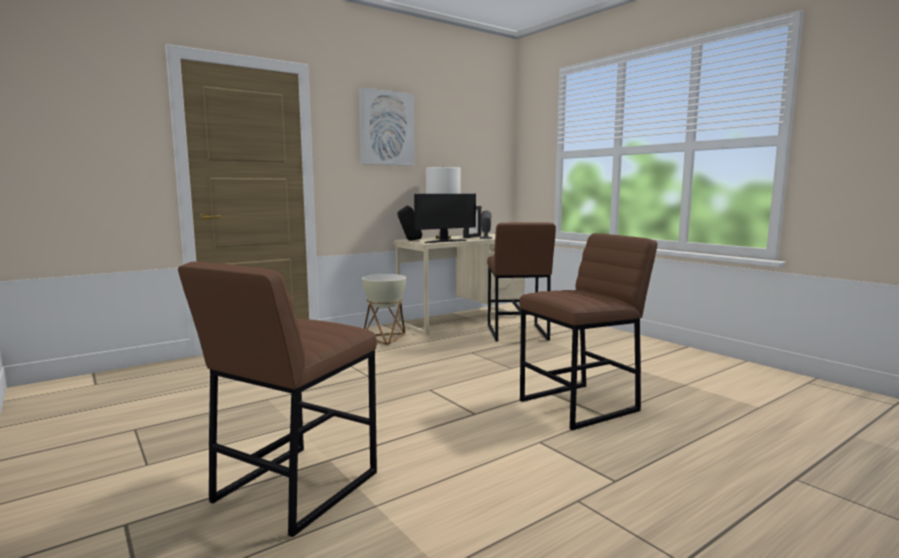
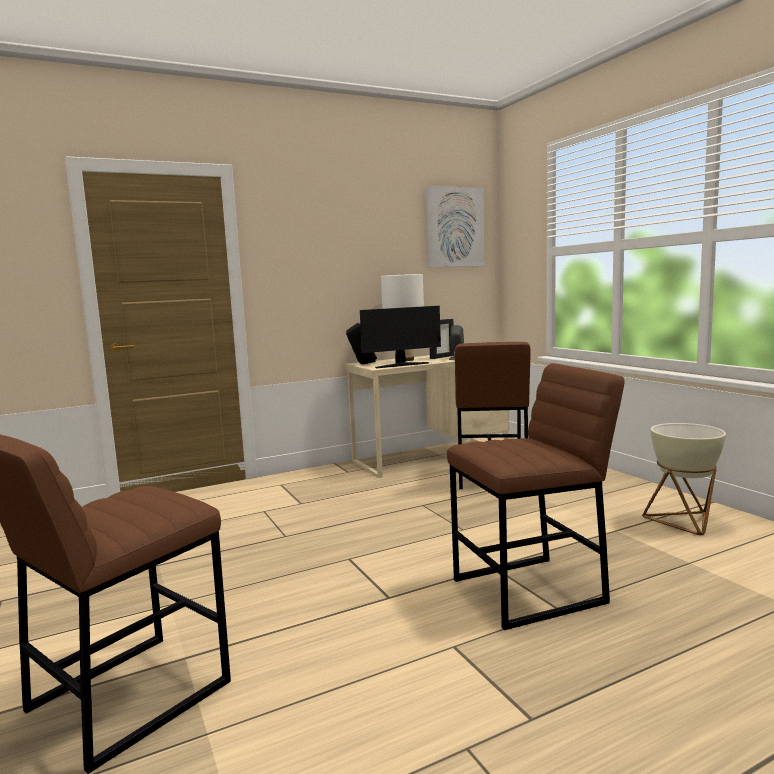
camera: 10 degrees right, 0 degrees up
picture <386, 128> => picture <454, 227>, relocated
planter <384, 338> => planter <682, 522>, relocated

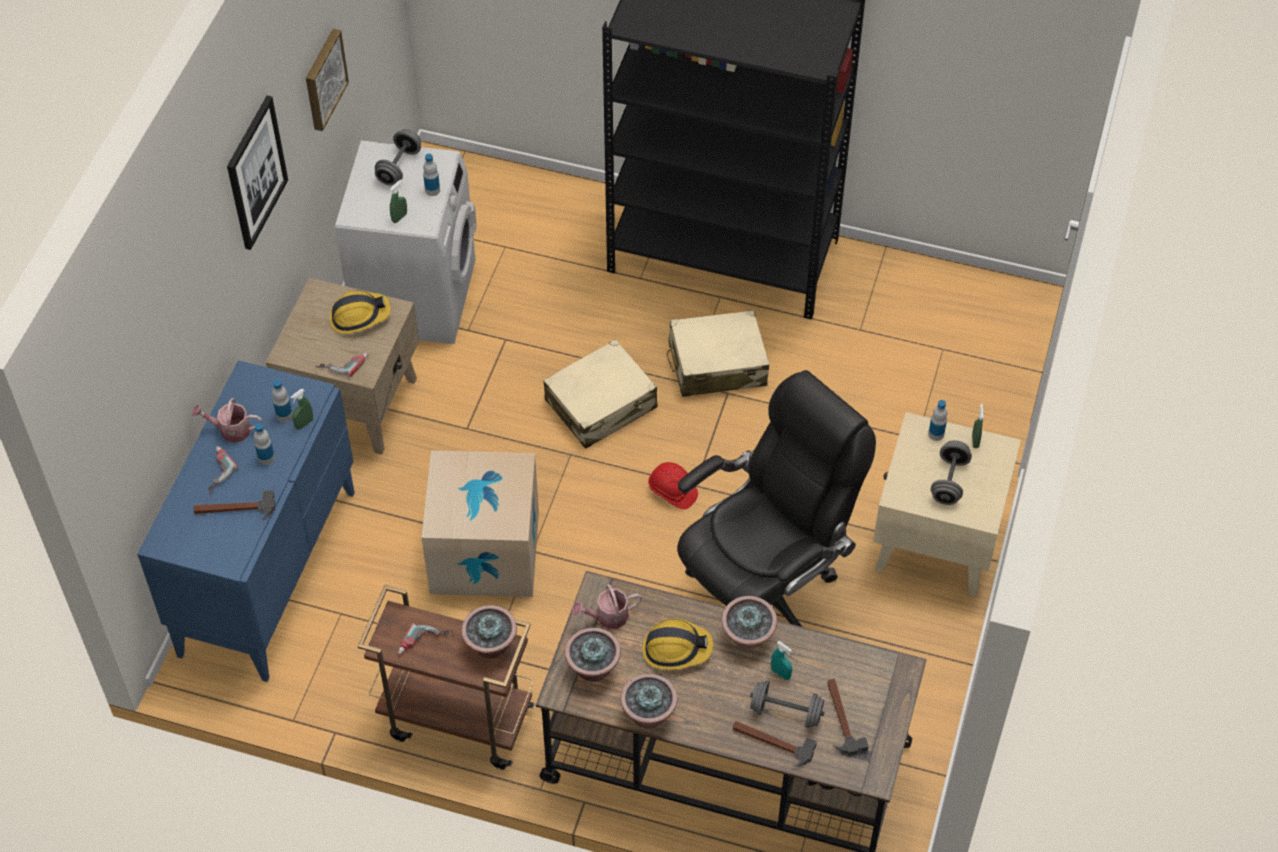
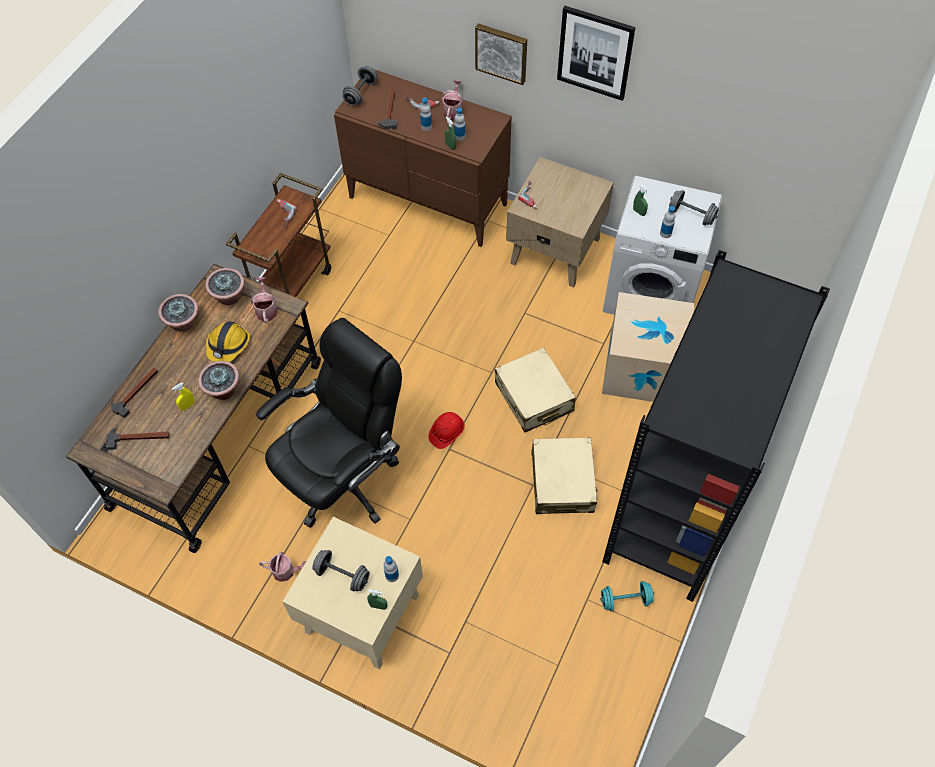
camera: 100 degrees right, 5 degrees up
hard hat <359, 316> => nothing
potted plant <490, 646> => nothing
nothing => watering can <286, 571>
nothing => turquoise dumbbell <625, 600>
picture <323, 79> => picture <502, 52>, relocated
cardboard box <485, 552> => cardboard box <642, 368>, relocated
grey dumbbell <786, 712> => grey dumbbell <361, 93>, relocated
blue cabinet <269, 572> => brown cabinet <428, 201>
turquoise spray bottle <780, 673> => yellow spray bottle <188, 406>
black office chair <763, 593> => black office chair <345, 479>, 105 degrees counterclockwise

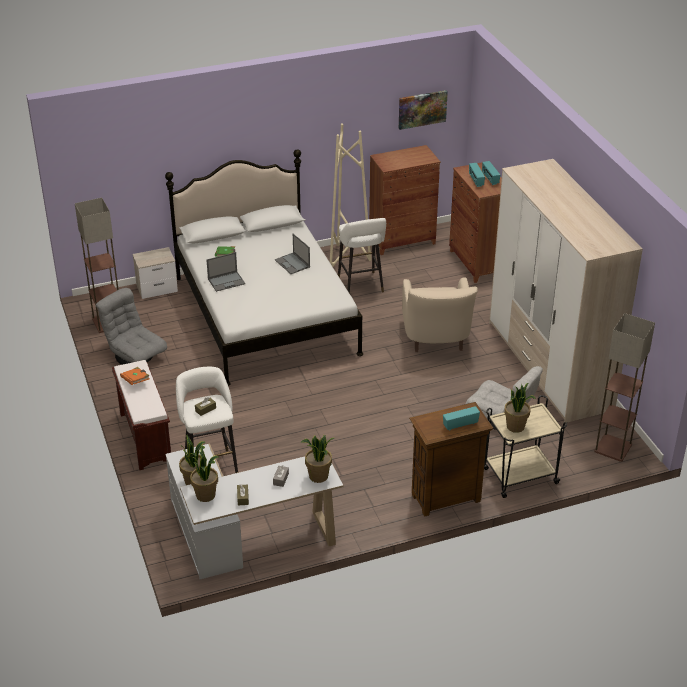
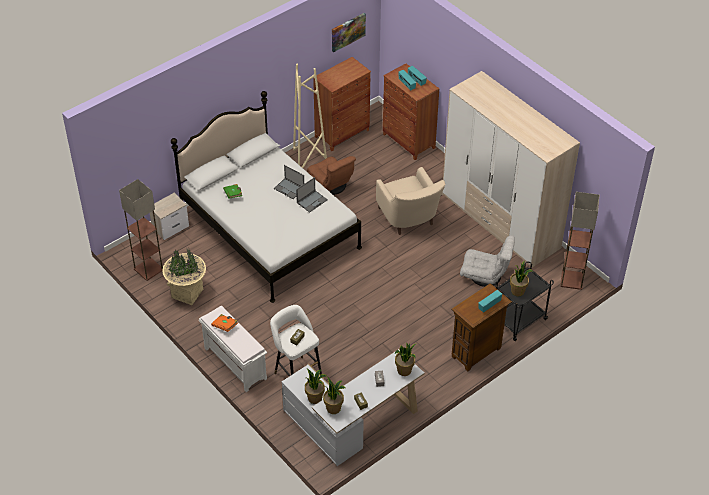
camera: 20 degrees left, 10 degrees up
laptop <227, 281> => laptop <312, 201>, relocated
grey armchair <135, 355> => beige planter <187, 293>
white stool <361, 286> => brown armchair <331, 185>
brown bench <145, 437> => white bench <234, 363>
beige cart <519, 476> => black cart <518, 321>

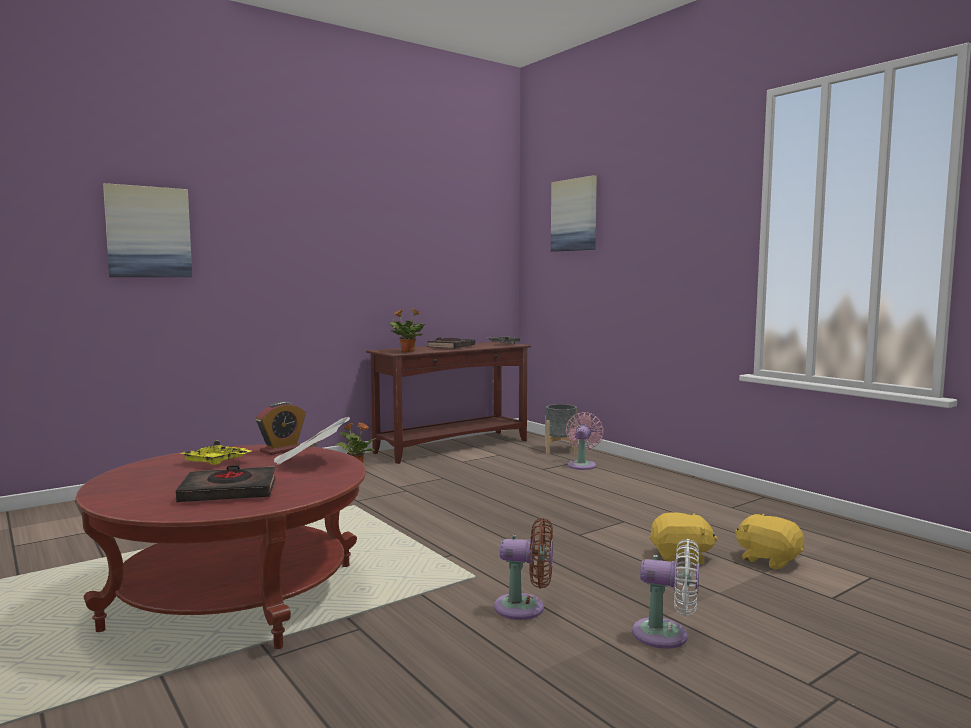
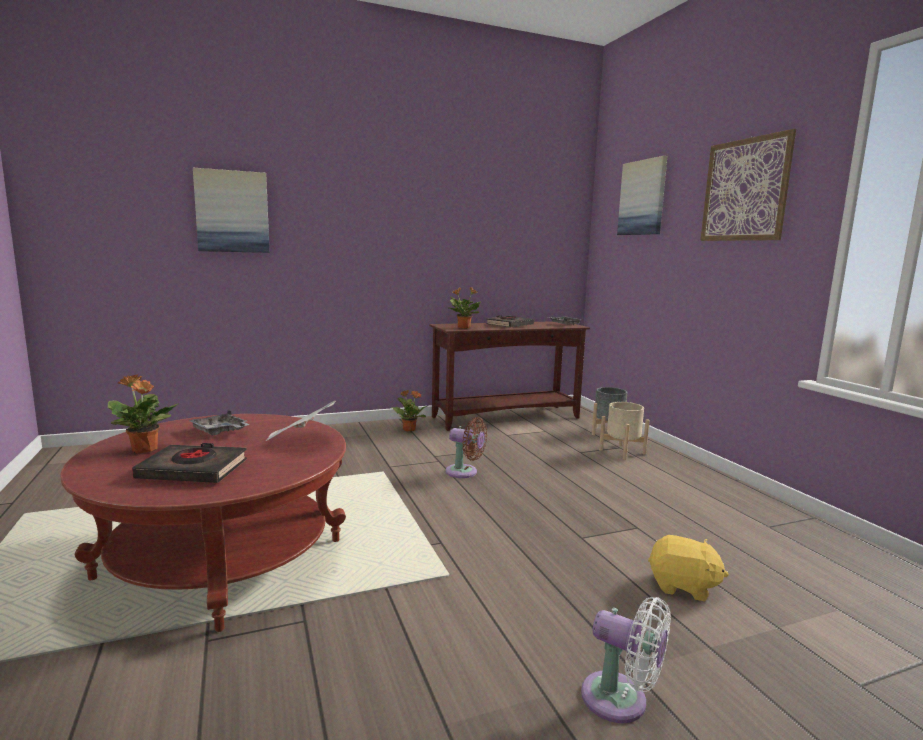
camera: 15 degrees right, 5 degrees up
alarm clock <282, 450> => nothing
yellow plush toy <768, 560> => nothing
nothing => potted plant <145, 450>
nothing => picture <745, 189>
brown fan <525, 608> => brown fan <464, 472>, relocated
pink fan <582, 465> => beige planter <622, 452>
yellow tray <216, 462> => grey tray <220, 431>

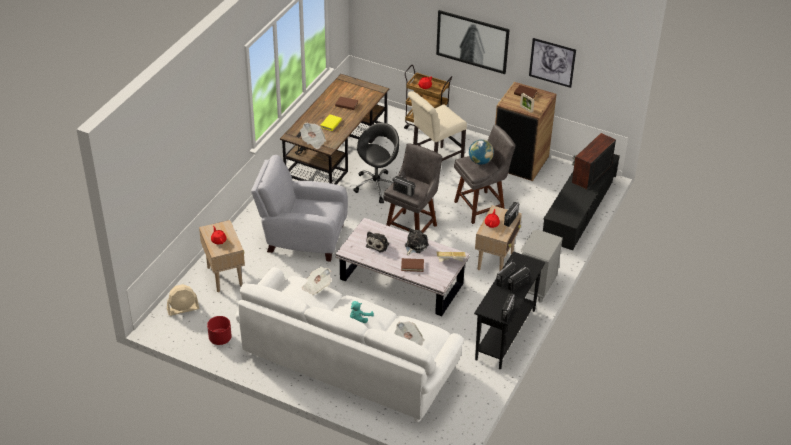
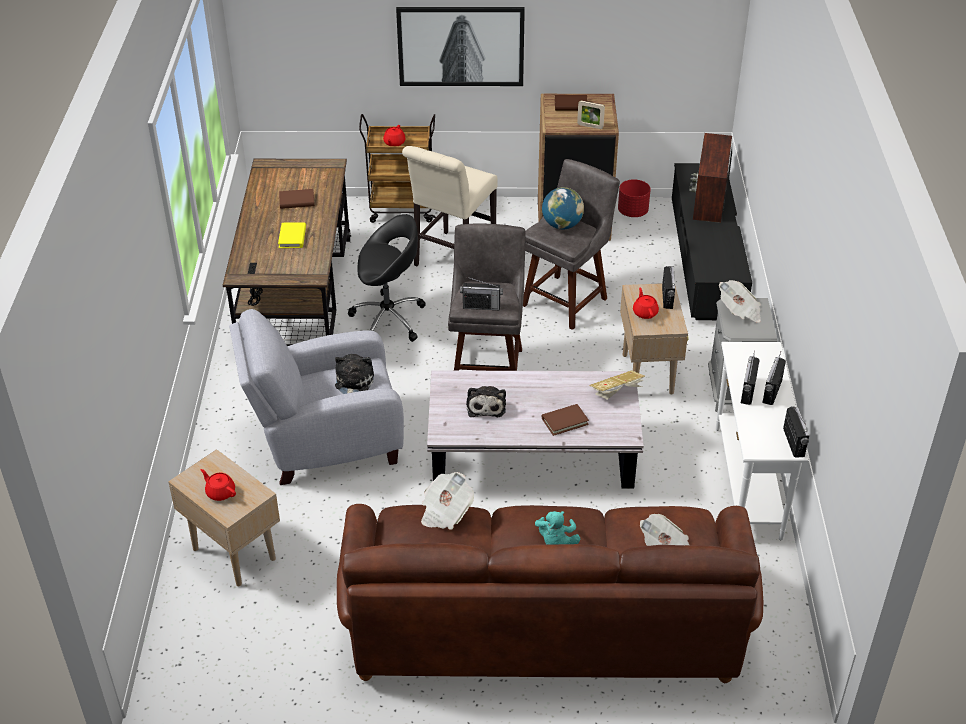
camera: 25 degrees left, 0 degrees up
beige fan <183, 309> => nothing
picture <552, 62> => nothing
red planter <220, 339> => red planter <632, 212>, relocated
newspaper <313, 141> => newspaper <739, 311>, relocated
plush toy <415, 246> => plush toy <353, 383>, relocated
white sofa <349, 361> => brown sofa <545, 621>
black console table <506, 335> => white console table <749, 483>
black office chair <377, 186> => black office chair <390, 319>, 60 degrees clockwise

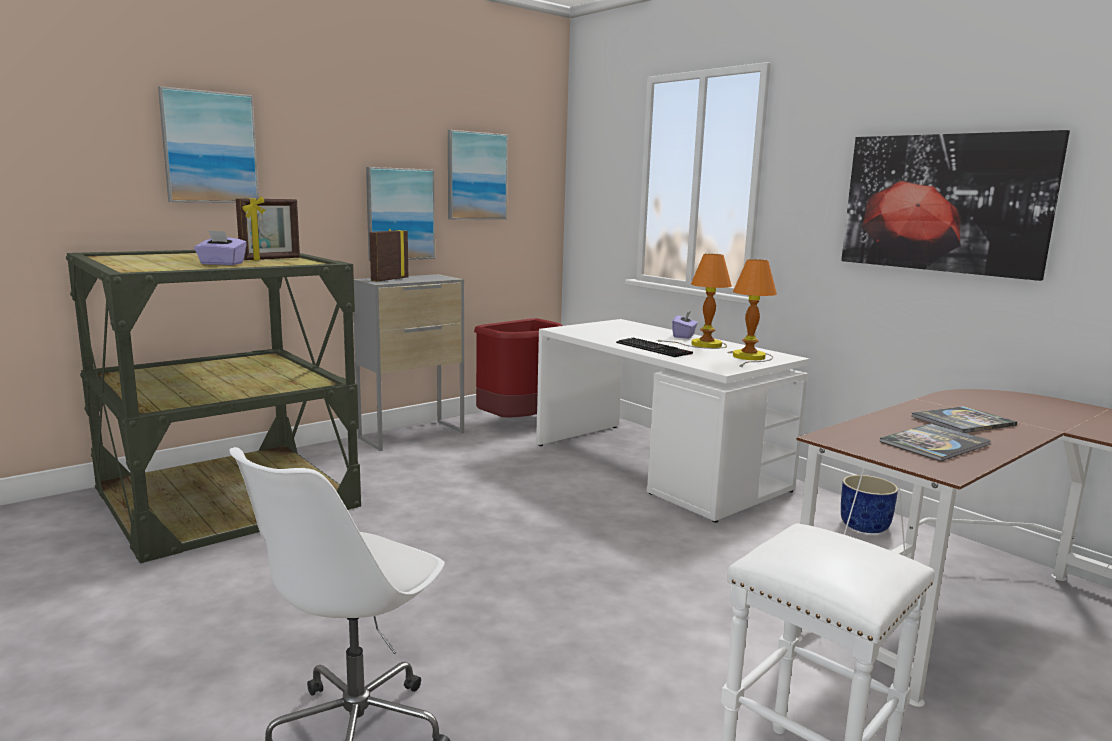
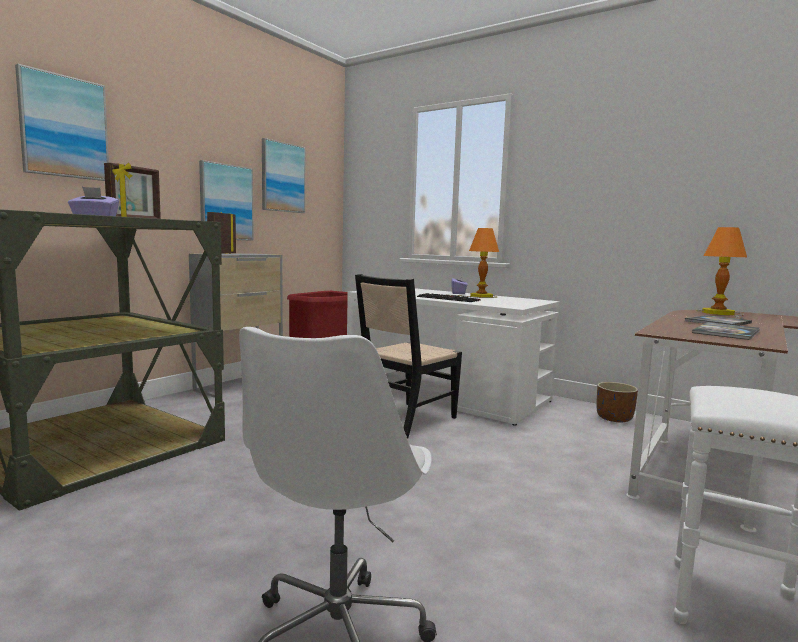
camera: 15 degrees left, 5 degrees down
picture <944, 203> => nothing
nothing => chair <406, 420>
table lamp <750, 357> => table lamp <721, 313>, relocated
blue planter <865, 526> => brown planter <615, 418>

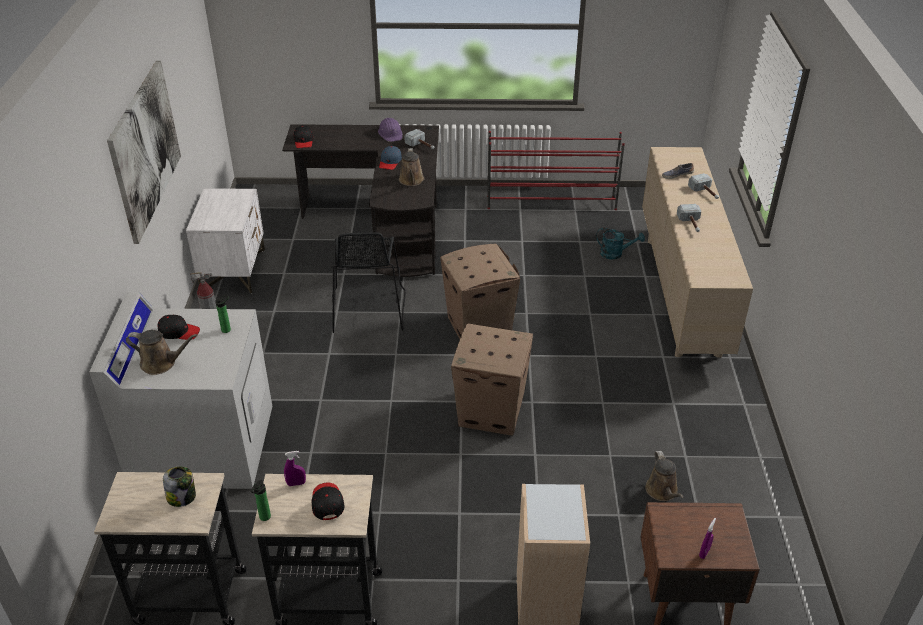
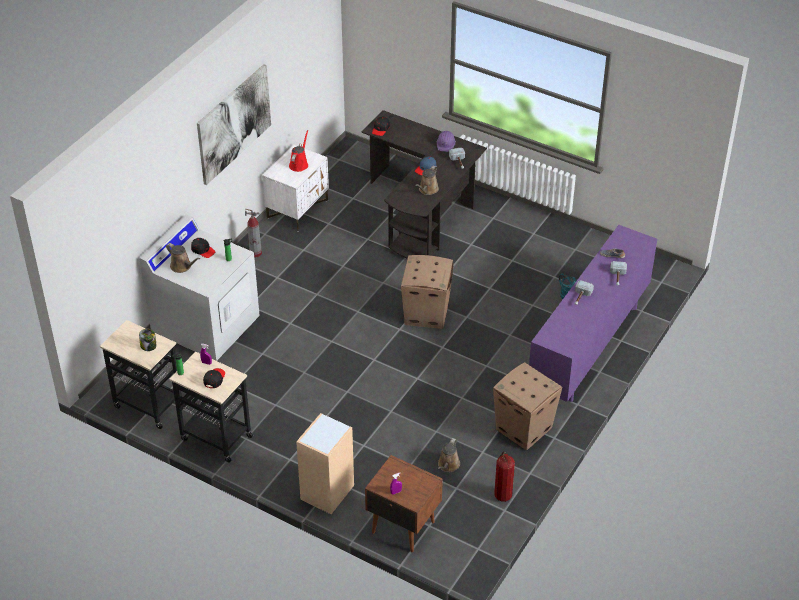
camera: 30 degrees right, 5 degrees up
black stool <368, 311> => nothing
red shoe rack <552, 203> => nothing
nothing => red watering can <299, 164>
nothing => fire extinguisher <502, 495>
cardboard box <492, 411> => cardboard box <524, 429>, relocated
beige cabinet <682, 294> => purple cabinet <589, 347>

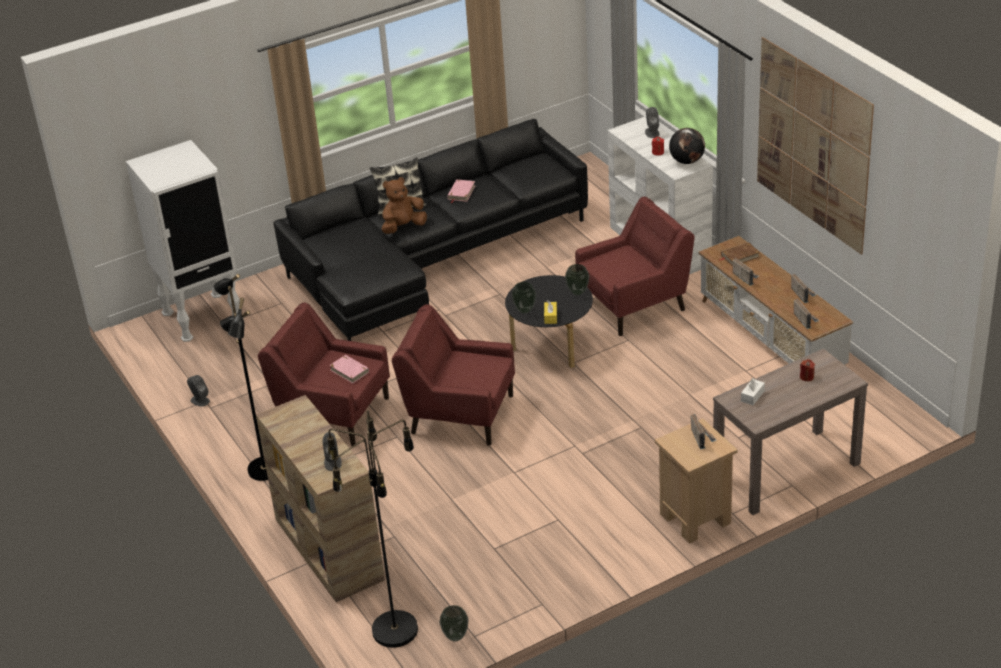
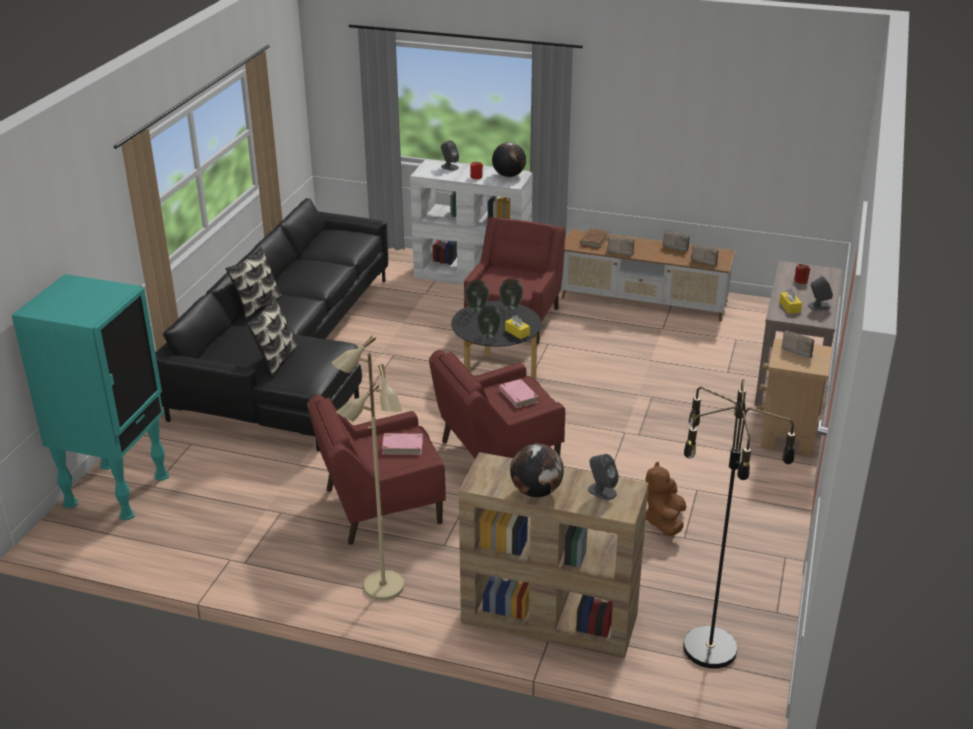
camera: 45 degrees left, 5 degrees down
picture <813, 144> => nothing
nothing => pillow <275, 359>
nothing => globe <536, 491>
grey speaker <200, 400> => grey speaker <818, 306>, relocated
brown plush toy <403, 227> => brown plush toy <664, 521>, relocated
vase <455, 637> => vase <476, 310>, relocated
pink book <461, 192> => pink book <518, 396>, relocated
white cabinet <203, 316> => turquoise cabinet <118, 489>
black floor lamp <263, 469> => beige floor lamp <382, 587>
white tissue box <752, 396> => yellow tissue box <789, 307>

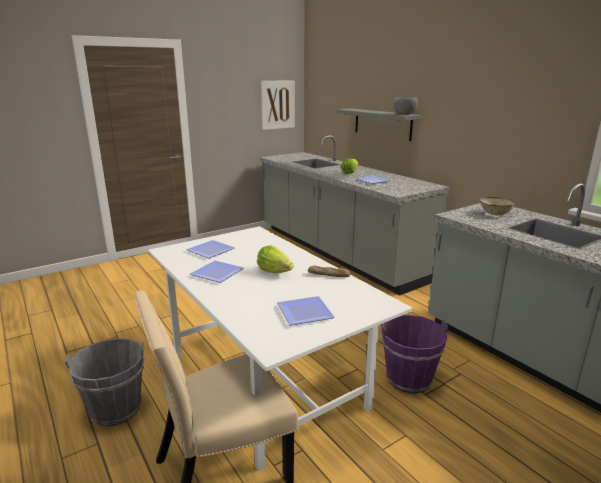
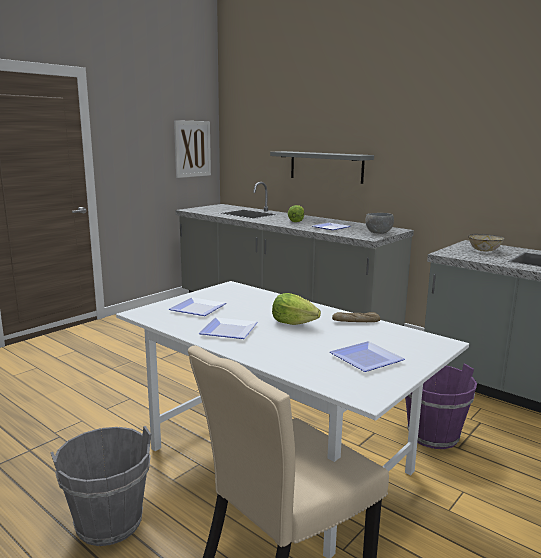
camera: 15 degrees left, 5 degrees down
grey bowl <404, 114> => grey bowl <379, 233>, relocated

